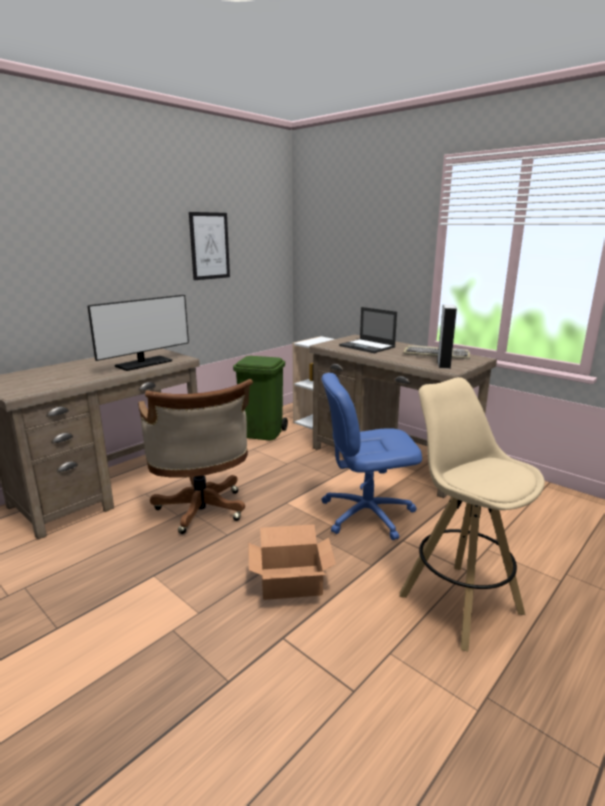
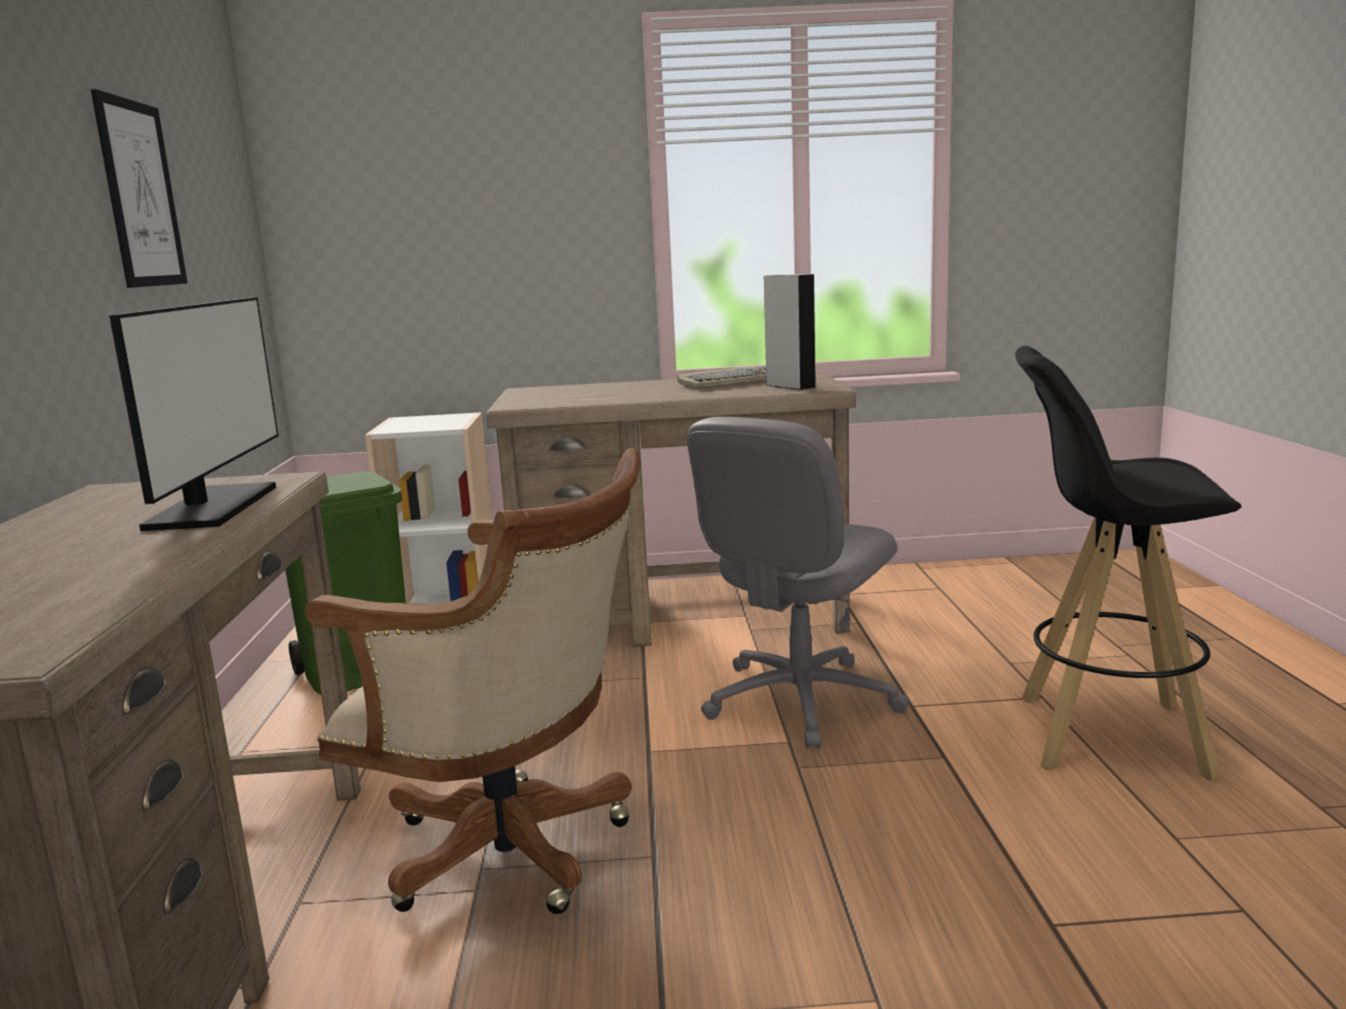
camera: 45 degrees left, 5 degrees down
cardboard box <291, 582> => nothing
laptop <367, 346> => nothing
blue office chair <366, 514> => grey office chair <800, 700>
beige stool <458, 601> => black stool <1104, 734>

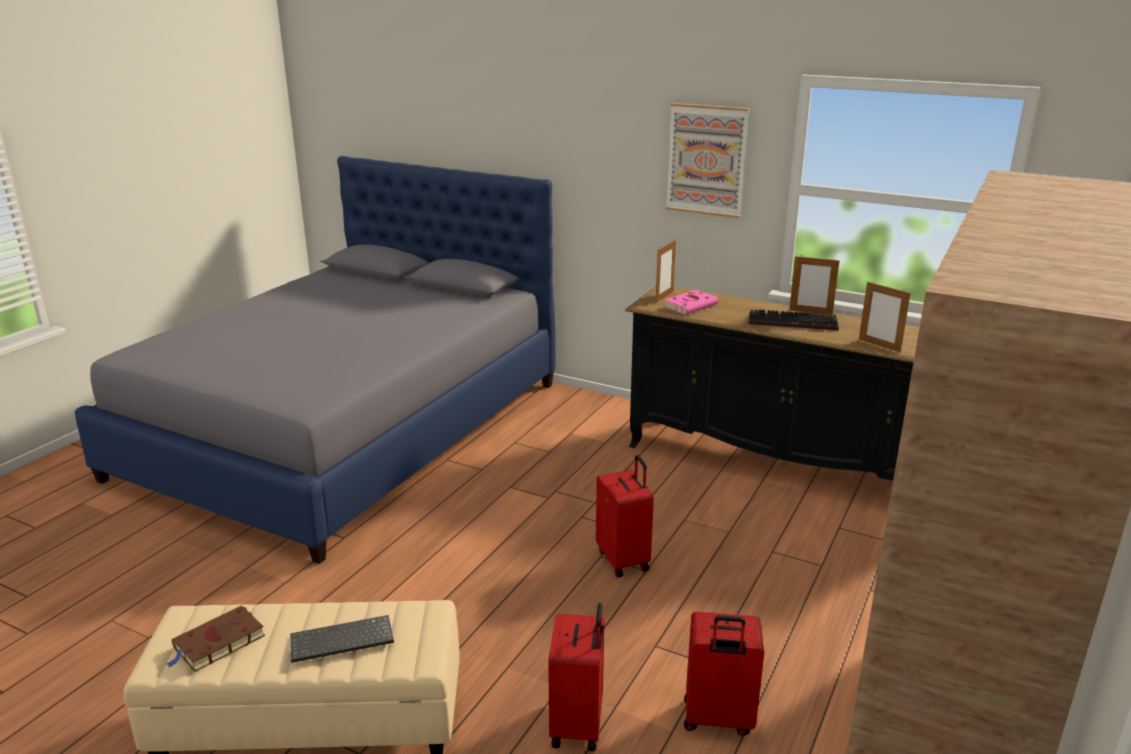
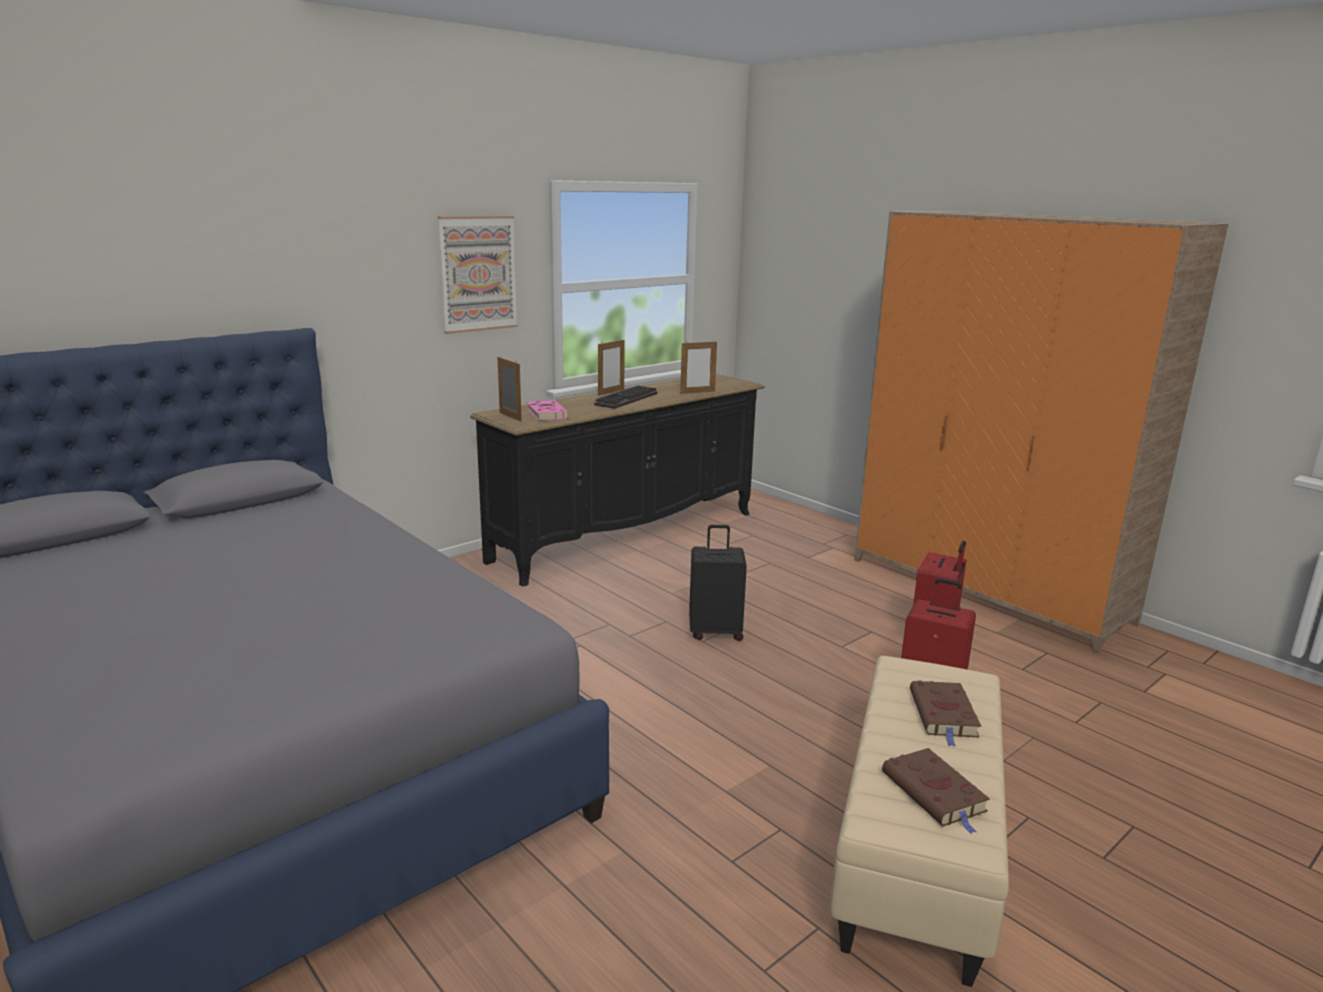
camera: 70 degrees left, 5 degrees down
keyboard <340, 642> => brown book <944, 715>
red suitcase <624, 560> => black suitcase <715, 632>

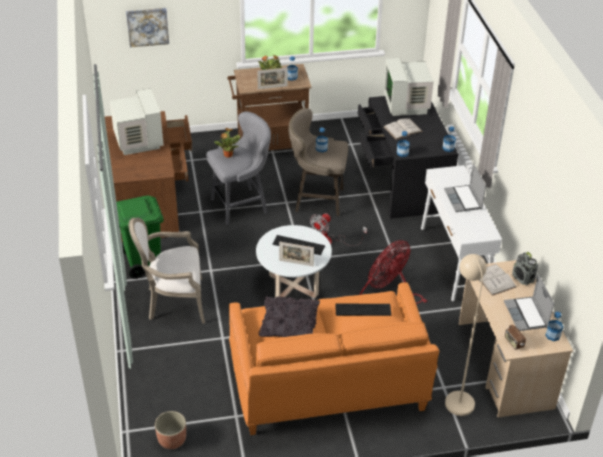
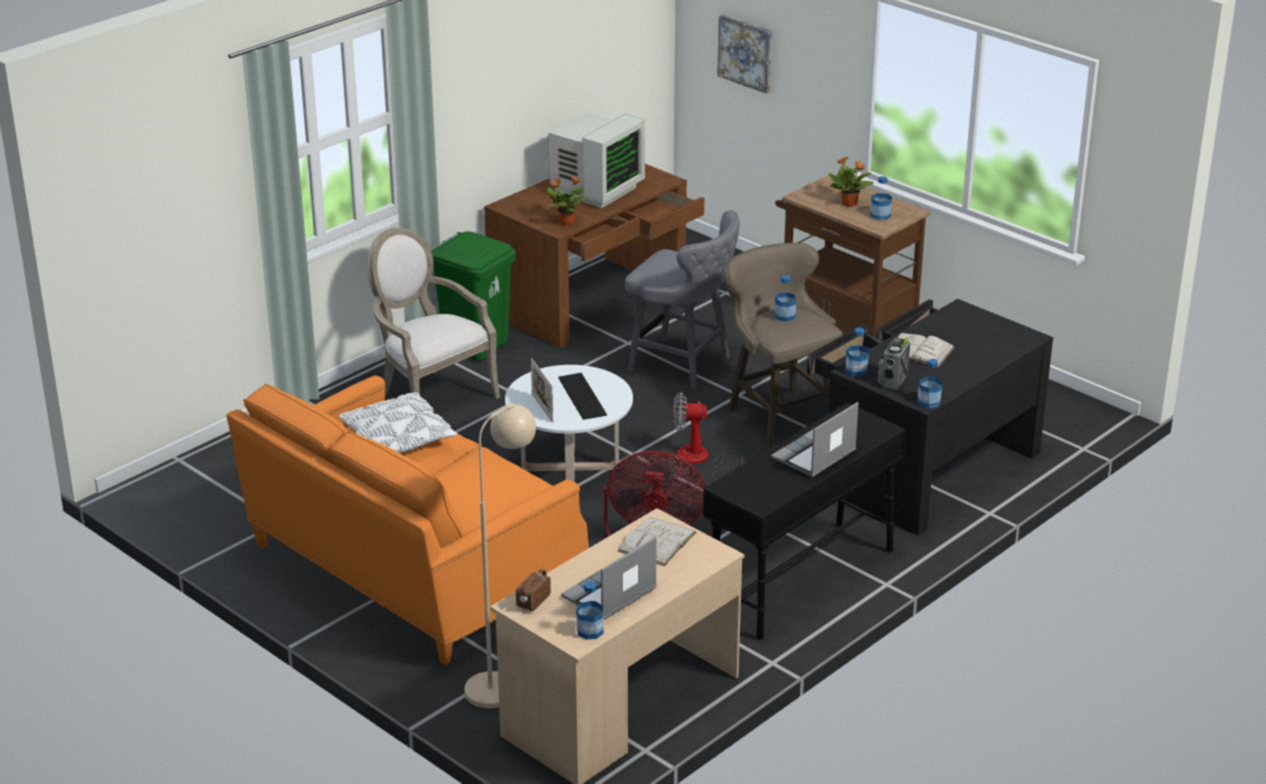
camera: 55 degrees right, 10 degrees down
planter <172, 440> => nothing
picture frame <272, 87> => nothing
keyboard <363, 310> => nothing
monitor <406, 105> => nothing
potted plant <228, 155> => potted plant <566, 223>, relocated
radio <523, 278> => radio <892, 381>, relocated
black pillow <289, 324> => white pillow <397, 437>
white console table <453, 261> => black console table <799, 579>

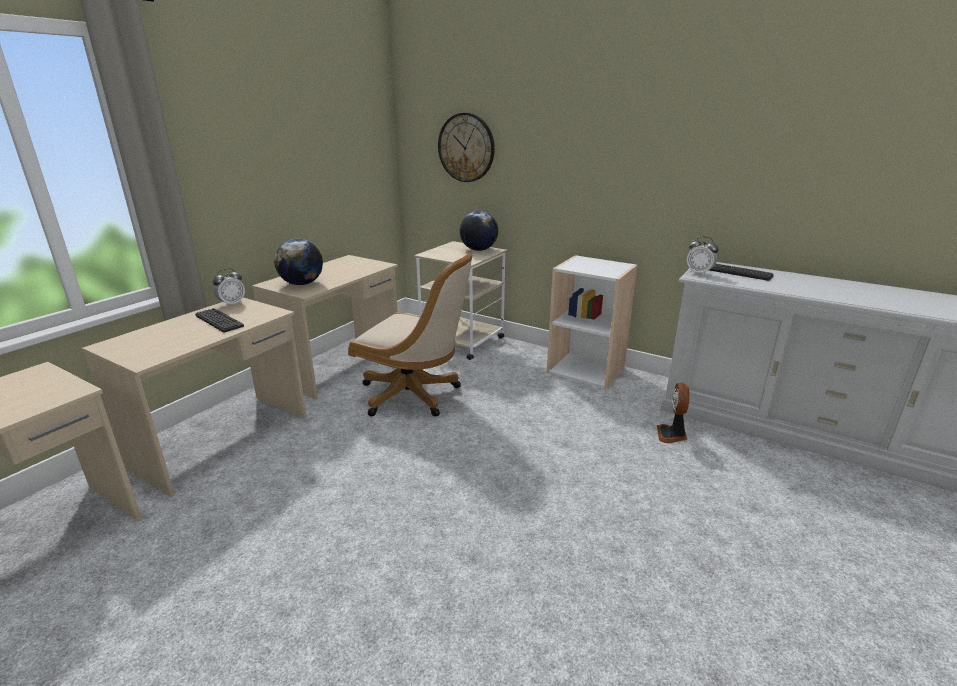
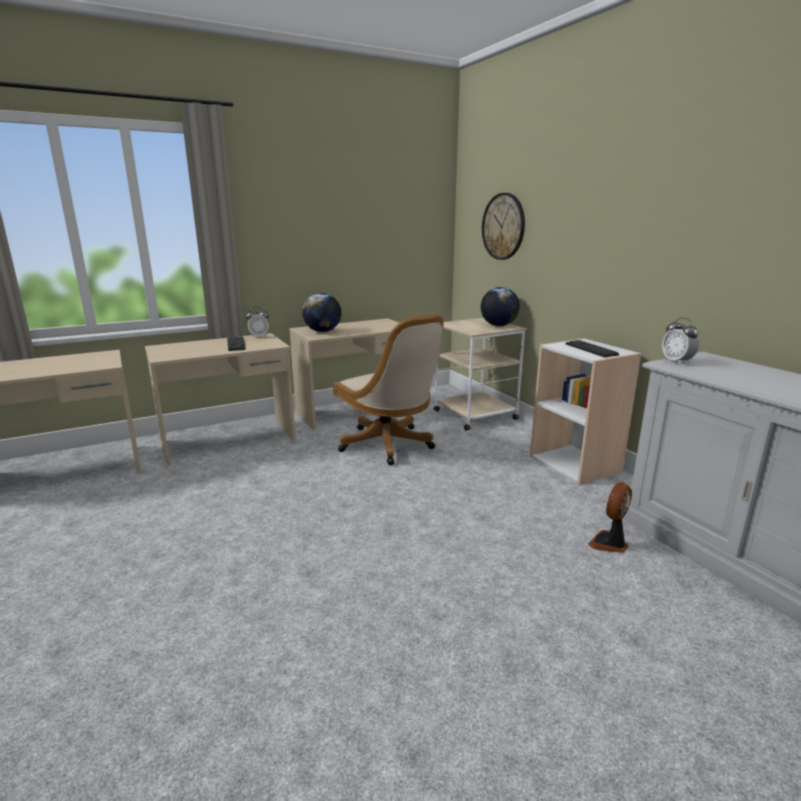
camera: 30 degrees right, 5 degrees down
keyboard <738, 272> => keyboard <591, 349>, relocated

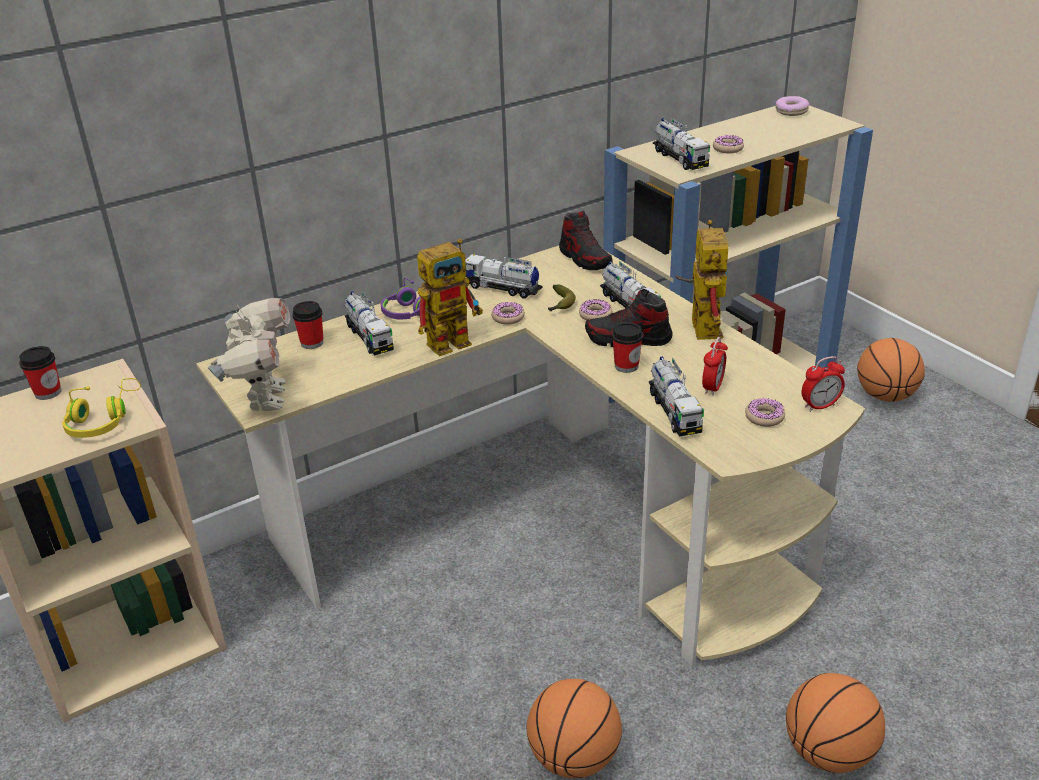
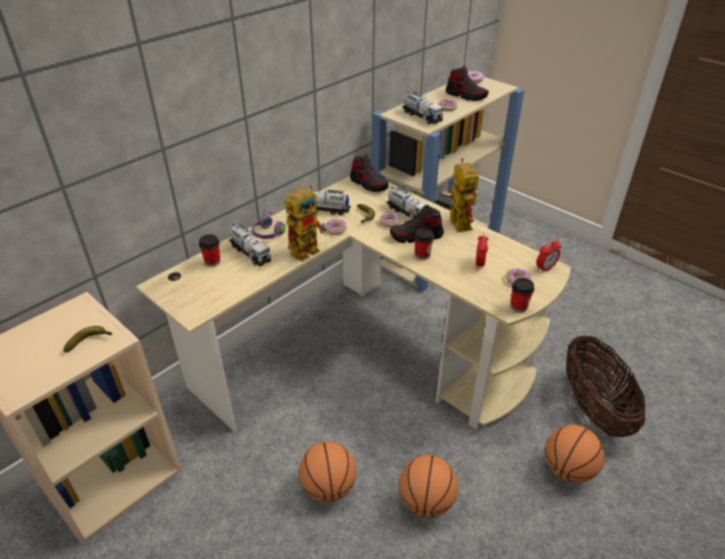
camera: 15 degrees left, 5 degrees up
toy robot <264, 398> => nothing
toy truck <674, 411> => nothing
nothing => shoe <466, 96>
nothing => basket <594, 407>
cup <48, 392> => cup <518, 307>, relocated
basketball <885, 396> => basketball <328, 487>, relocated
yellow headphones <103, 420> => banana <90, 341>

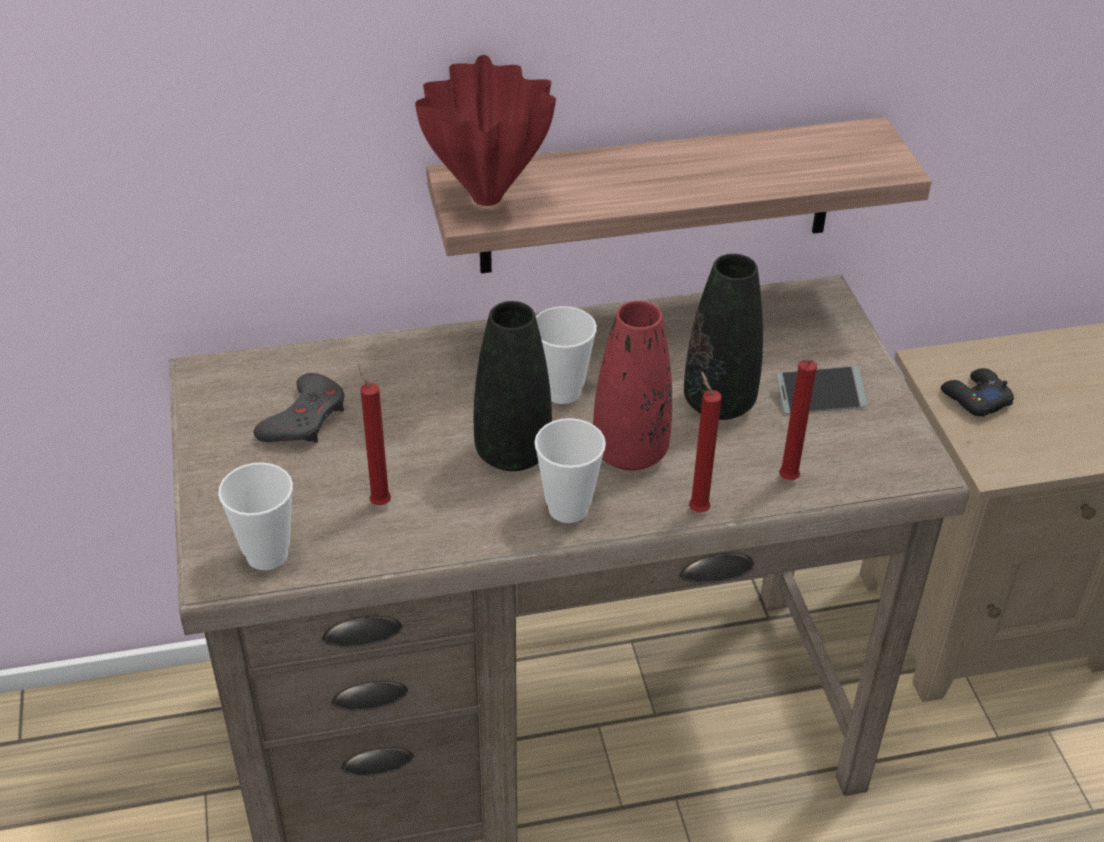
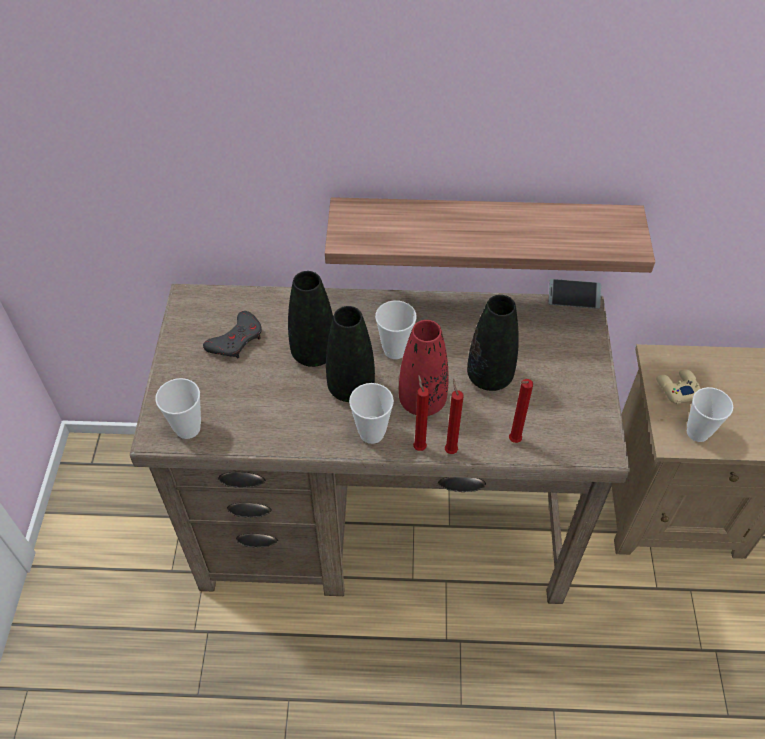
camera: 15 degrees right, 10 degrees up
red vase <487, 199> => nothing
nothing => black vase <314, 353>
nothing => cup <697, 432>
red candle <379, 501> => red candle <419, 446>, relocated
phone <820, 397> => phone <573, 297>, relocated
black game controller <975, 398> => beige game controller <677, 389>

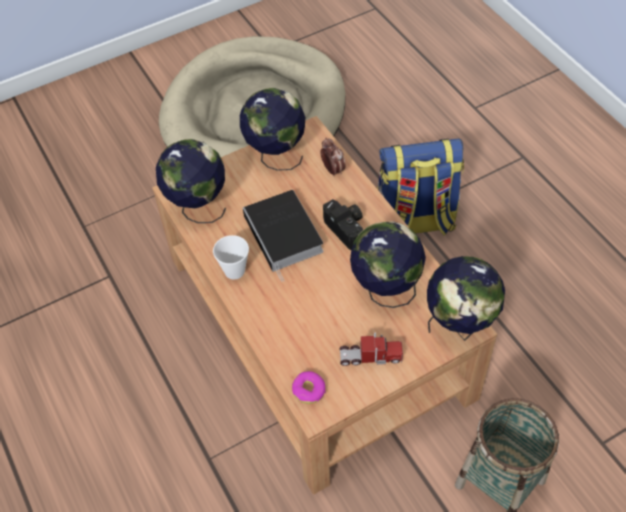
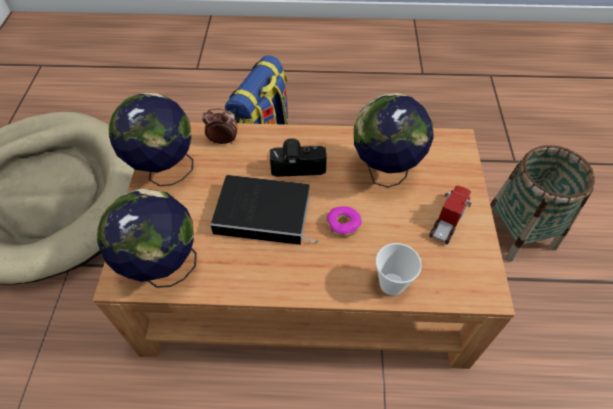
camera: 60 degrees left, 0 degrees up
globe <459, 326> => nothing
cup <234, 271> => cup <392, 284>, relocated
donut <309, 390> => donut <343, 224>, relocated

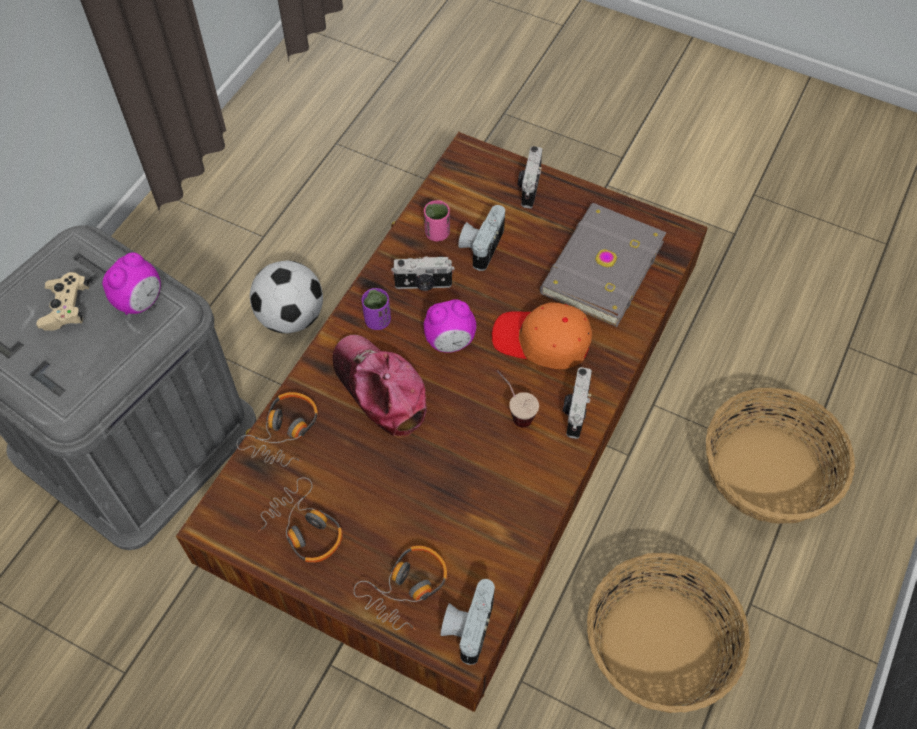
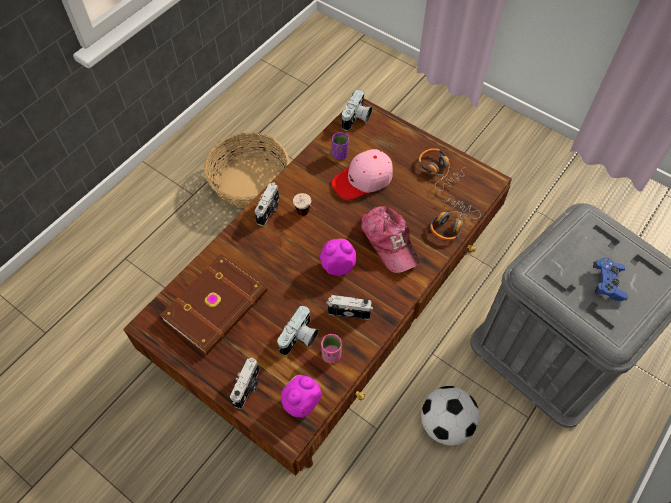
camera: 170 degrees left, 0 degrees up
headphones <406, 589> => nothing
orange cap <542, 341> => nothing
basket <767, 474> => nothing
nothing => pink cap <363, 180>
alarm clock <140, 302> => alarm clock <301, 402>, relocated
purple cup <377, 320> => purple cup <340, 154>, relocated
beige game controller <67, 308> => blue game controller <607, 283>
grey book <599, 267> => brown book <217, 306>

